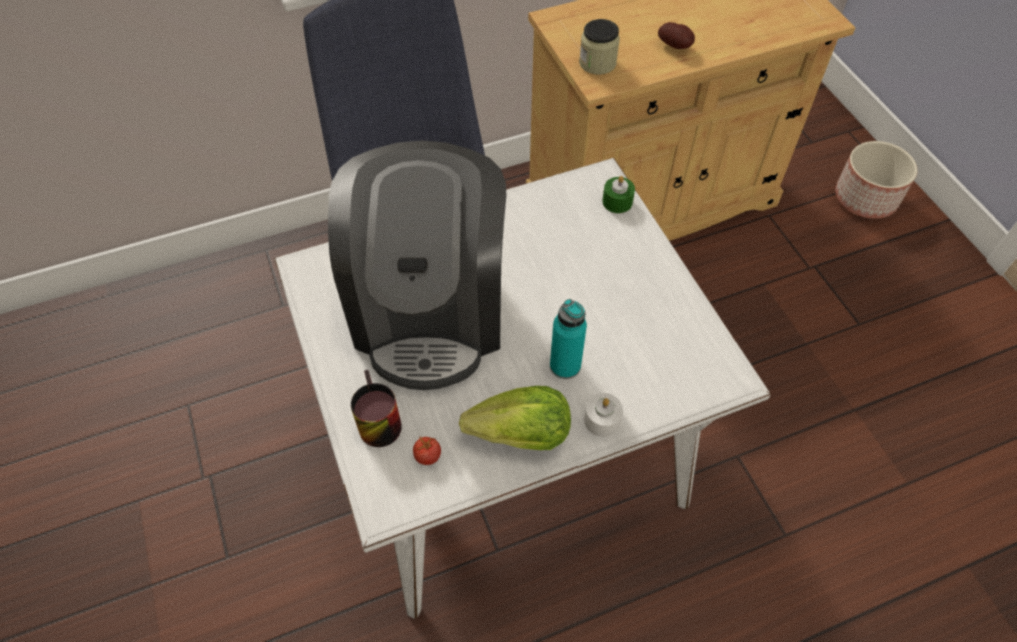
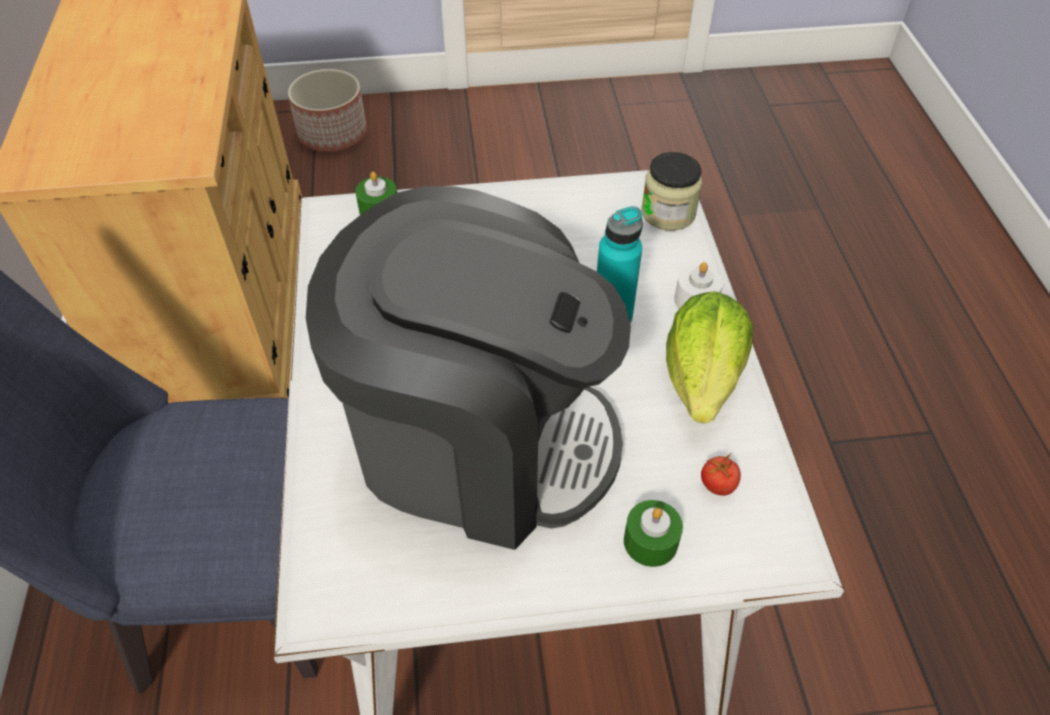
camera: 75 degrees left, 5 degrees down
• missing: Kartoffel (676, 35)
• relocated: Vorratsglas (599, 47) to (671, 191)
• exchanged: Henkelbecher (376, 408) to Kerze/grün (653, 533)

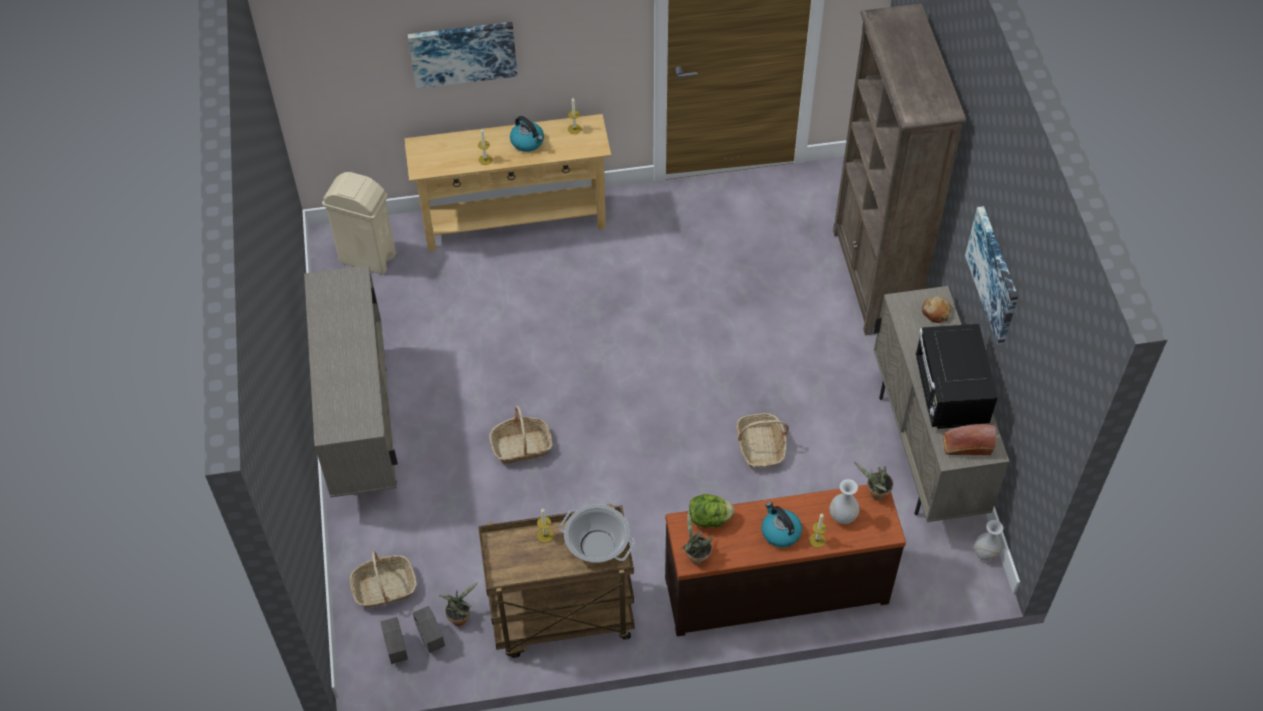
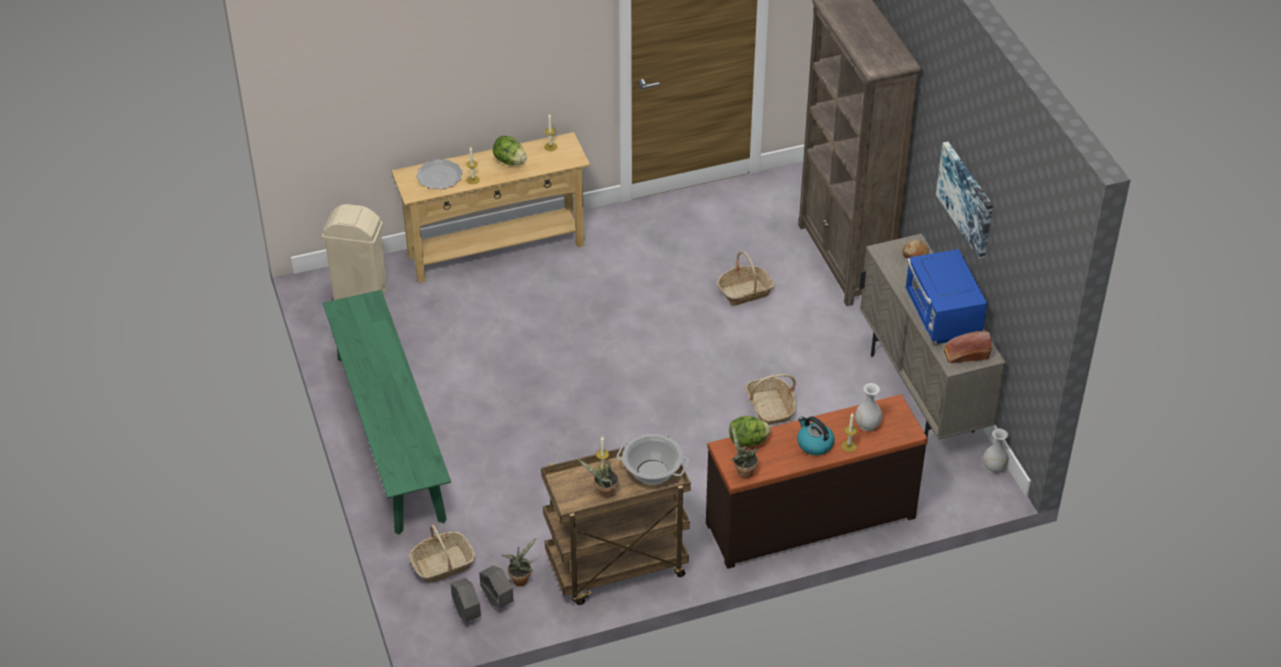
camera: 10 degrees left, 10 degrees down
• missing: Bild (462, 55)
• appeared: Teller (439, 174)
• relocated: Korb (521, 434) to (746, 278)
• relocated: Topfpflanze (873, 481) to (598, 478)
• exchanged: Schrank/beige (351, 381) to Bank/grün (387, 412)
• exchanged: Wasserkessel (527, 134) to Salatkopf (510, 151)
• colour: Mikrowelle/schwarz (956, 376) to Mikrowelle/blau (946, 296)

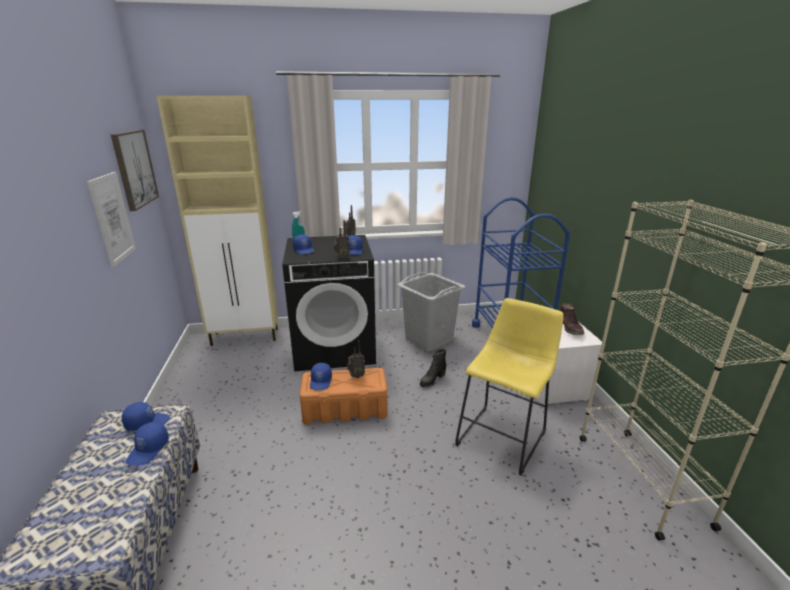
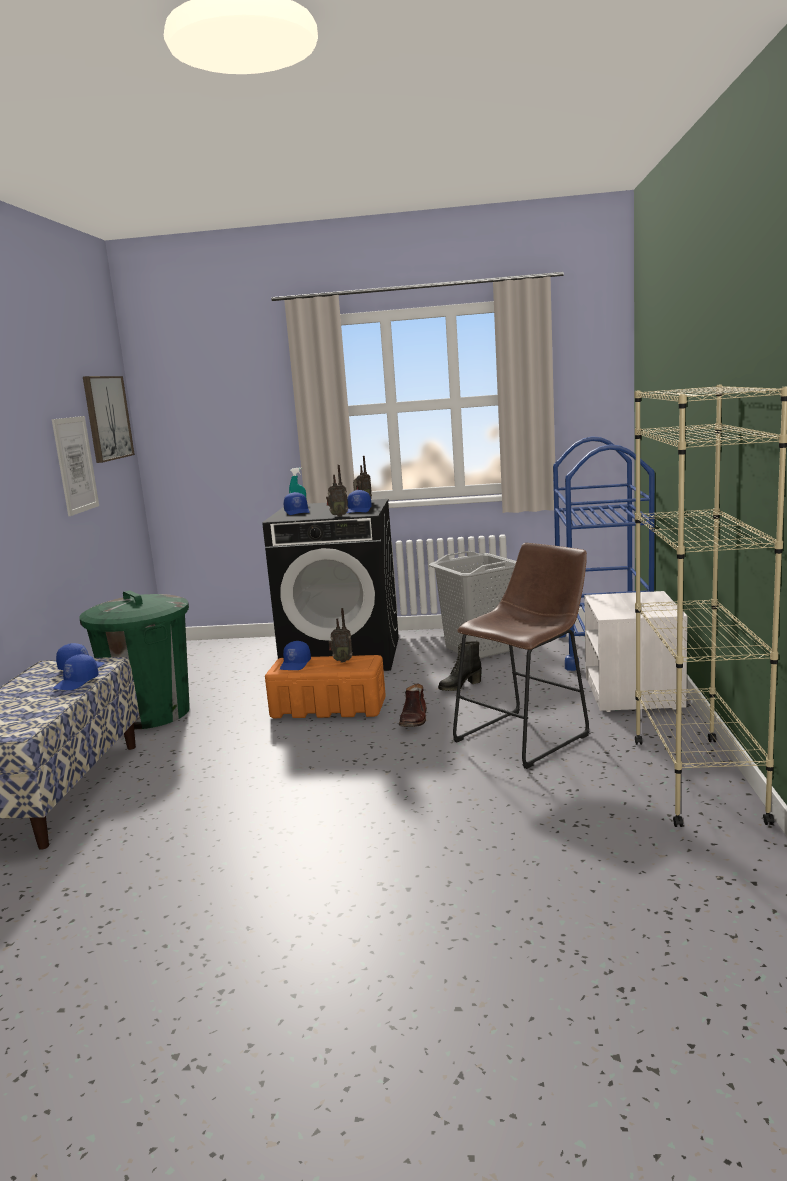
camera: 15 degrees right, 10 degrees down
• missing: Schrank/beige (217, 220)
• appeared: Mülleimer/grün (134, 660)
• relocated: Stiefel/braun (572, 319) to (413, 705)
• colour: Hocker/gelb (509, 387) to Hocker/braun (521, 656)

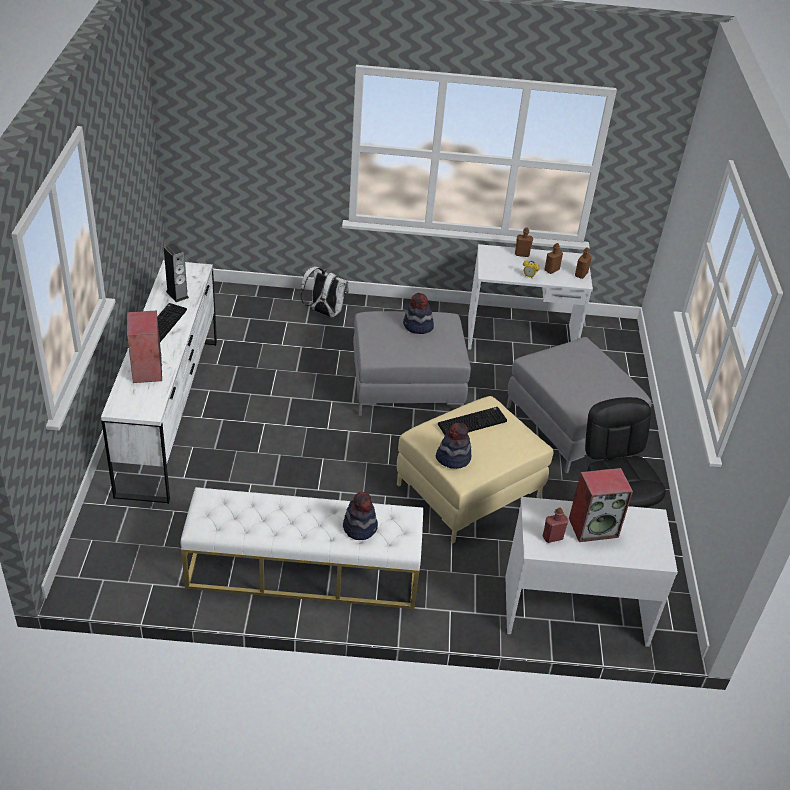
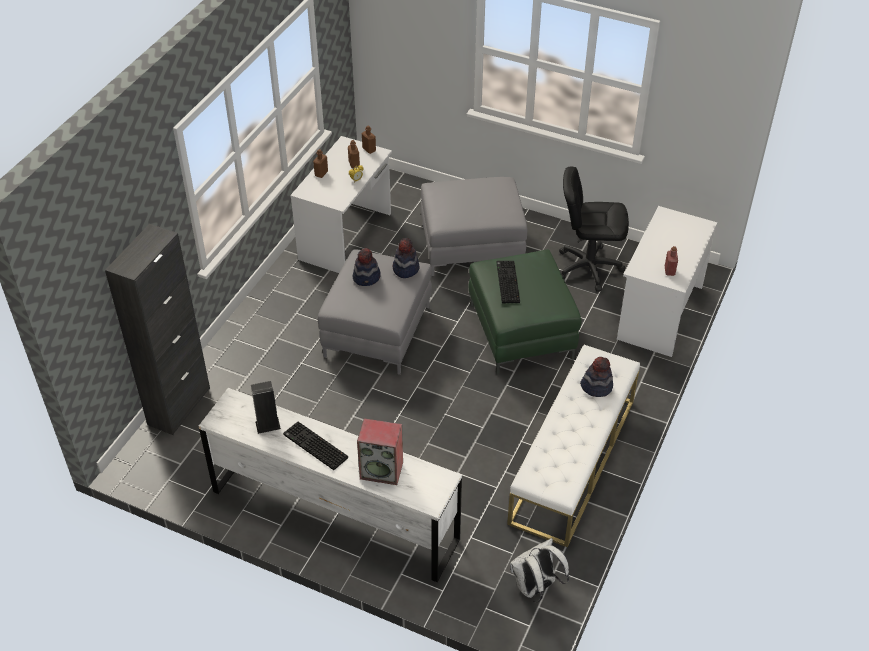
camera: 65 degrees left, 5 degrees up
• missing: Lautsprecher (601, 505)
• appeared: Schrank/schwarz (157, 329)
• relocated: Rucksack/weiß (324, 292) to (539, 570)
• relocated: Hut (453, 446) to (406, 258)
• colour: Polsterhocker/beige (475, 469) to Polsterhocker/grün (525, 311)

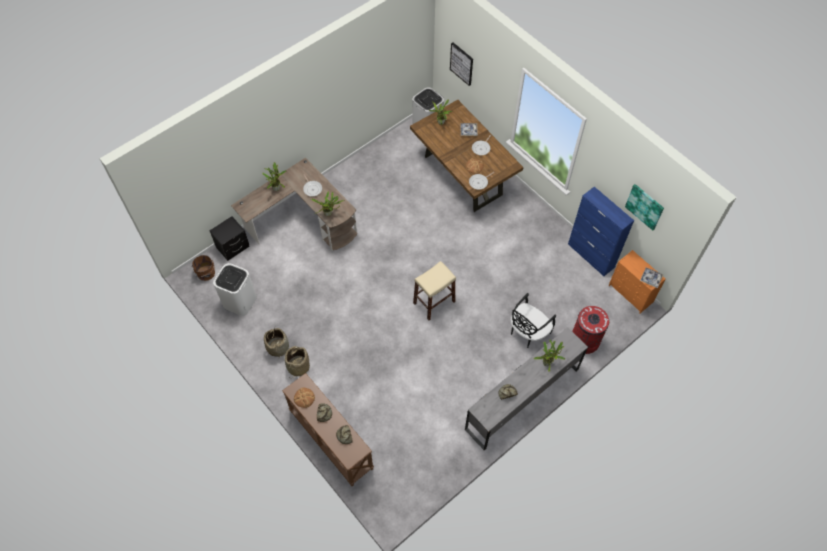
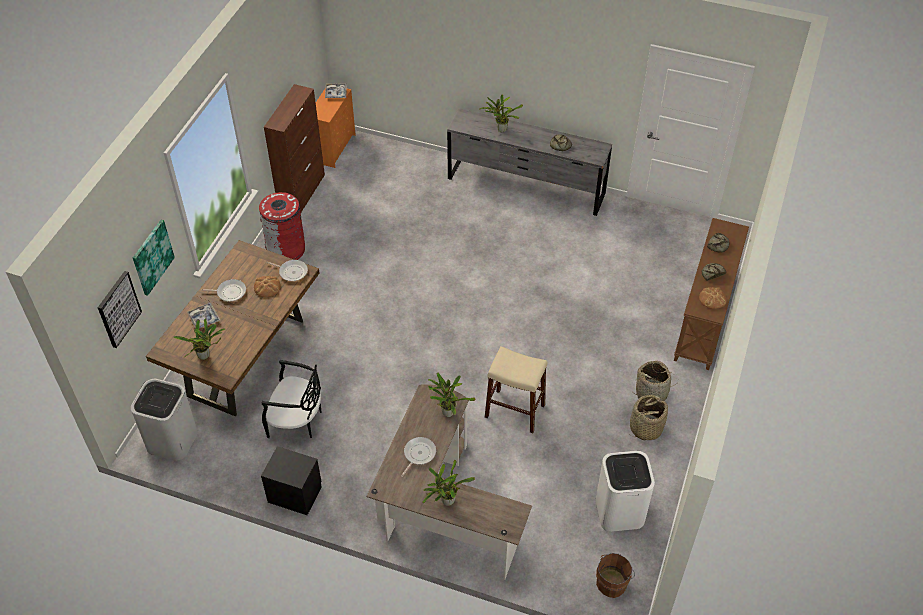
camera: 120 degrees left, 10 degrees down
• relocated: Nachttisch/schwarz (229, 238) to (291, 480)
• relocated: Hocker/beige (434, 290) to (516, 389)
• relocated: Stuhl/schwarz (534, 320) to (291, 399)
• relocated: Mülleimer/rot (590, 330) to (282, 226)
• relocated: Bild (644, 207) to (154, 258)
• colour: Schrank/blau (601, 231) to Schrank/braun (294, 148)

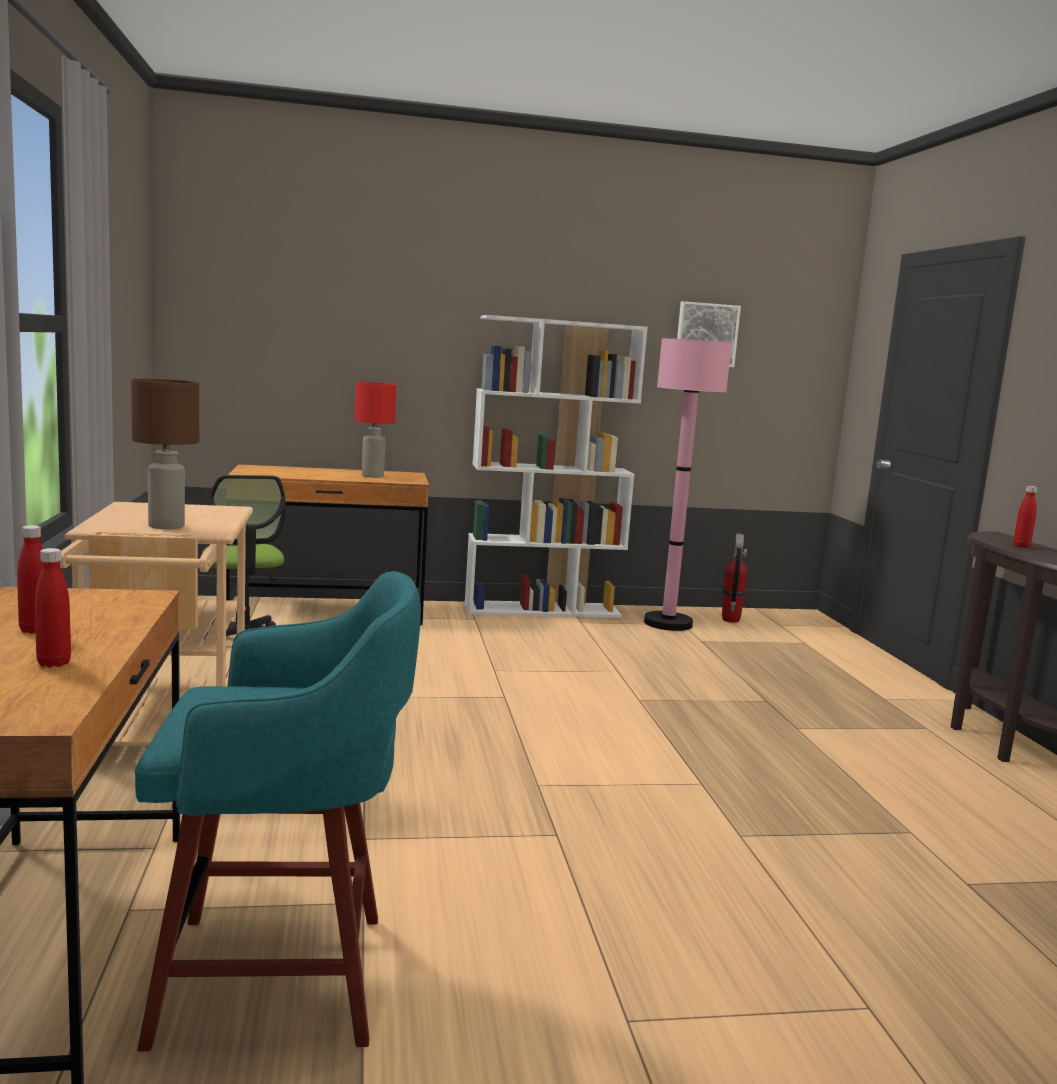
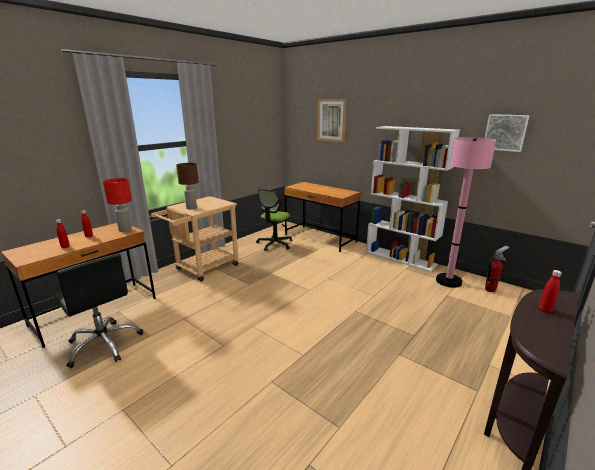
camera: 50 degrees right, 10 degrees up
• appeared: Bild (332, 120)
• relocated: Tischlampe/rot (375, 430) to (117, 205)
• exchanged: Hocker/türkis (278, 811) to Bürostuhl/schwarz (98, 310)

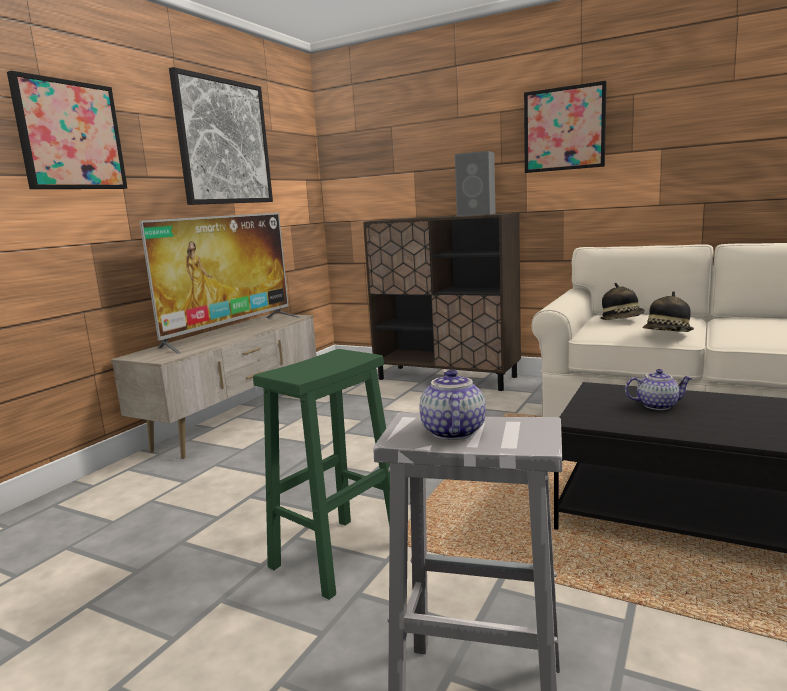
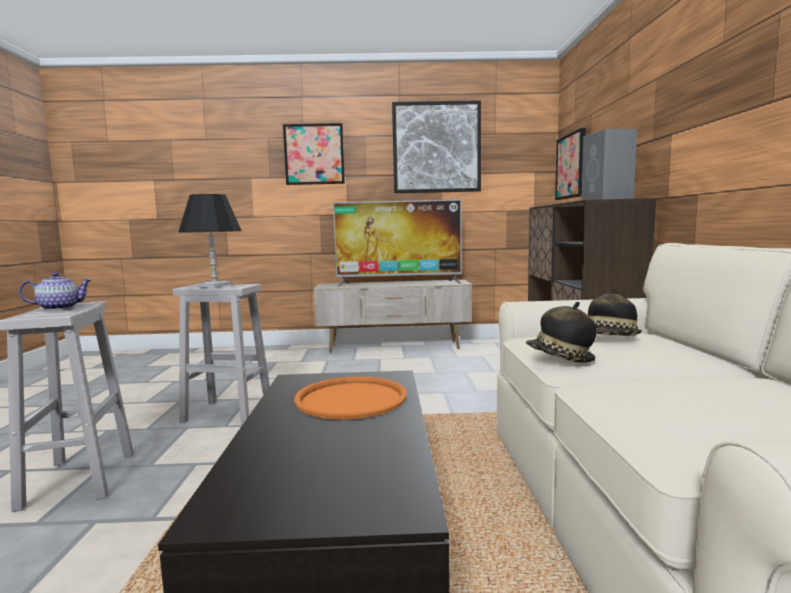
camera: 60 degrees right, 5 degrees down
• appeared: Tischlampe/schwarz (210, 241)
• relocated: Bild (565, 127) to (570, 164)
• exchanged: Teekanne (658, 389) to Tablett/orange (350, 398)
• colour: Hocker/grün (321, 474) to Hocker/weiß (221, 355)

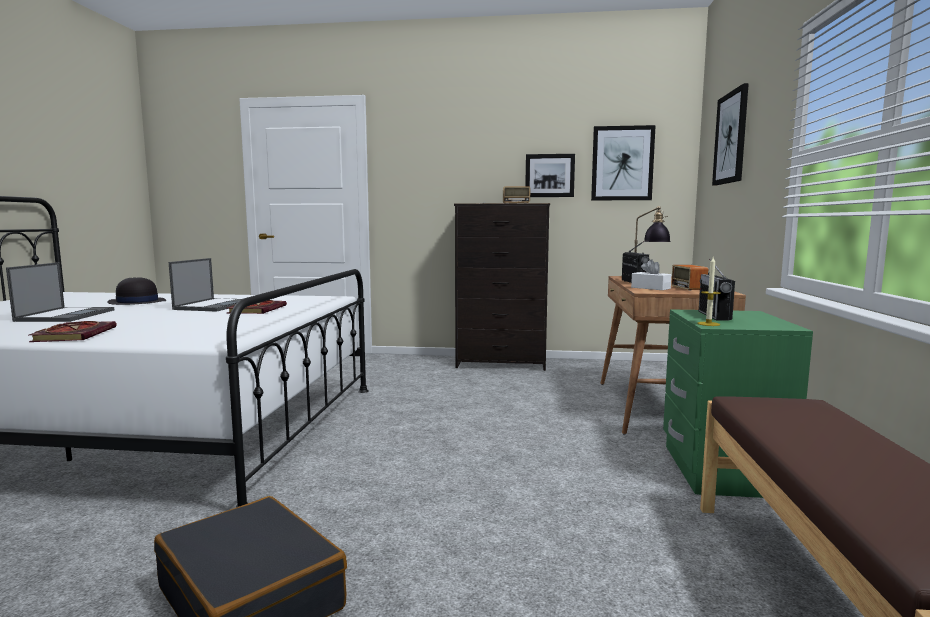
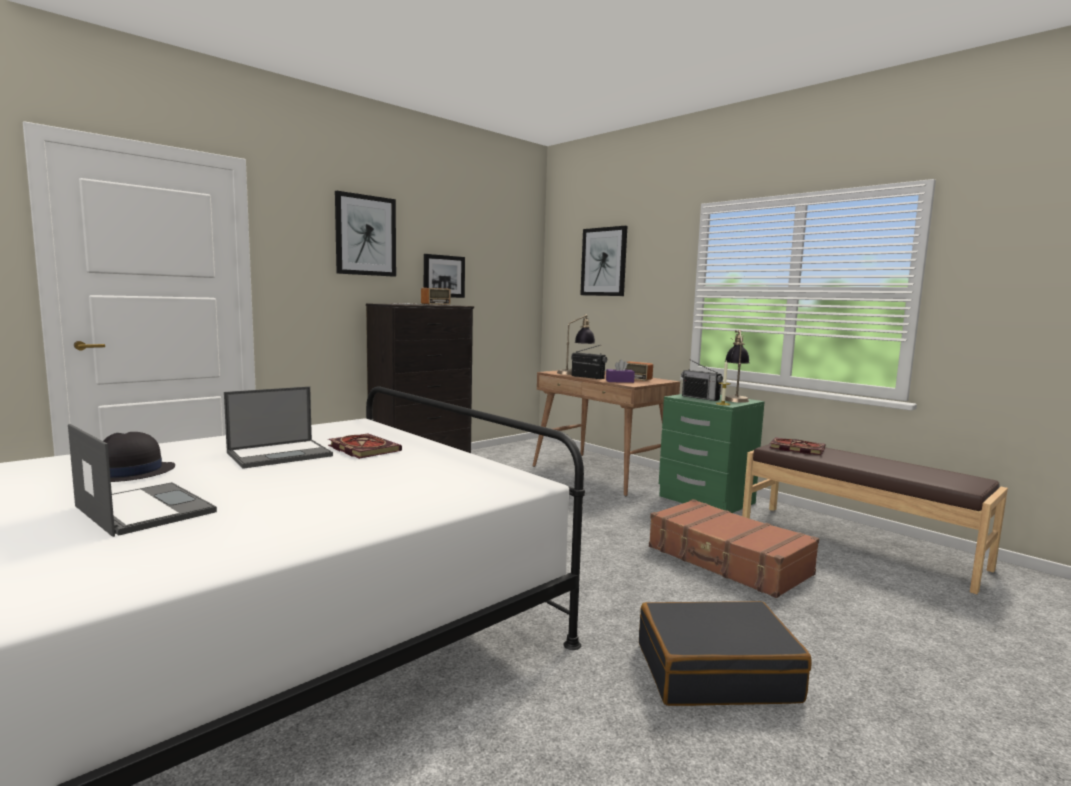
camera: 50 degrees left, 0 degrees up
• appeared: Koffer/braun (734, 548)
• appeared: Tischlampe (737, 366)
• relocated: Buch (73, 331) to (797, 446)
• relocated: Bild (623, 162) to (365, 234)
• colour: Taschentuchbox/weiß (651, 274) to Taschentuchbox/lila (620, 371)
• spun: Laptop (205, 285) = (278, 427) 90 degrees clockwise

